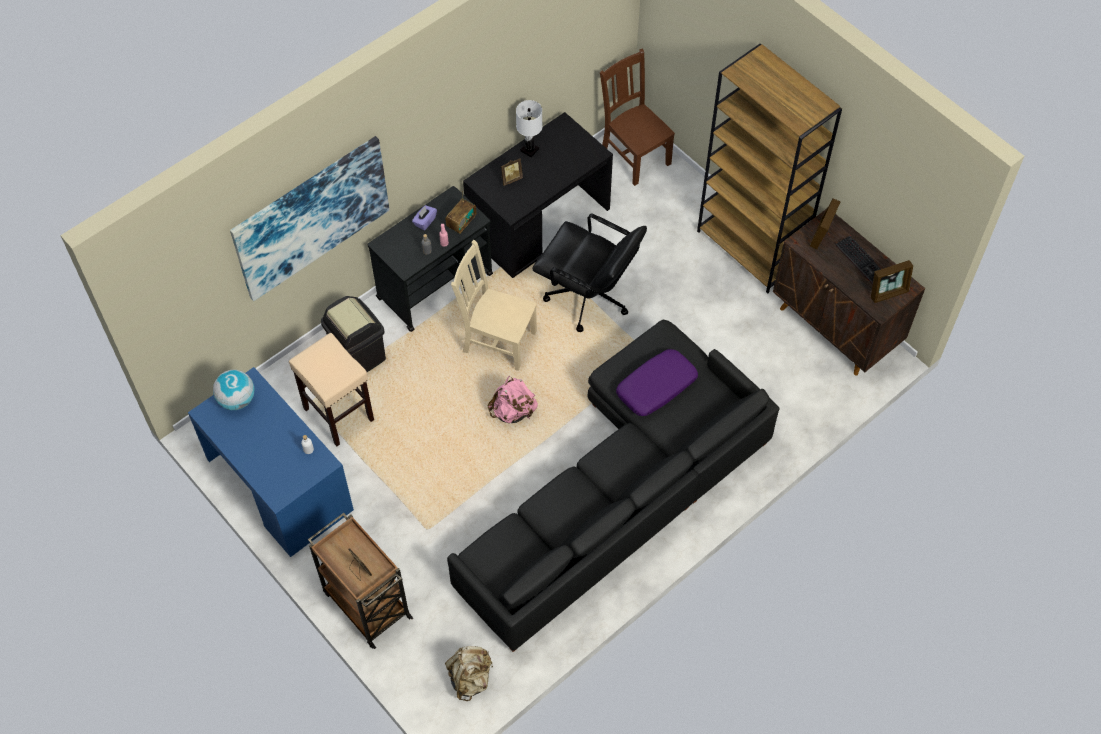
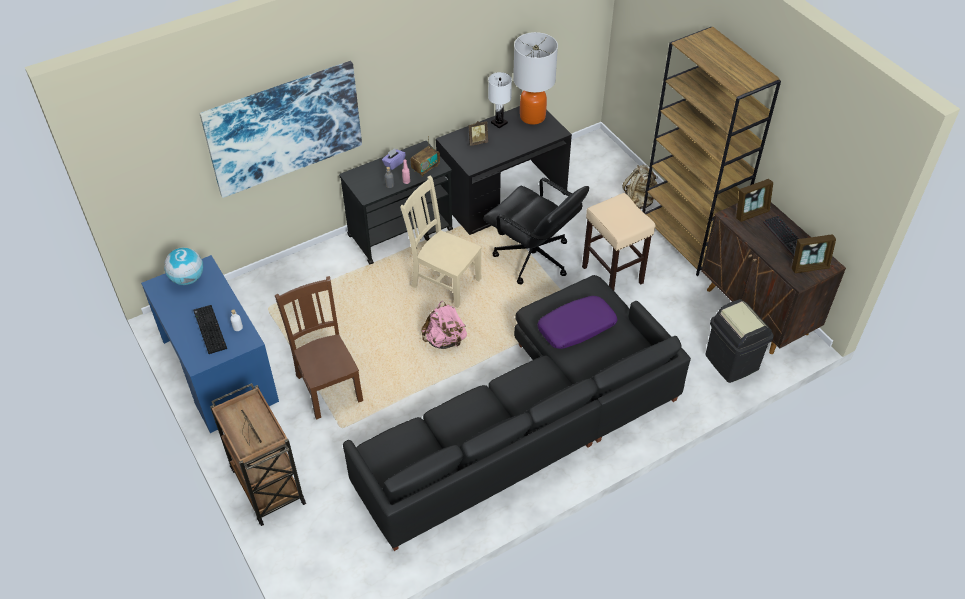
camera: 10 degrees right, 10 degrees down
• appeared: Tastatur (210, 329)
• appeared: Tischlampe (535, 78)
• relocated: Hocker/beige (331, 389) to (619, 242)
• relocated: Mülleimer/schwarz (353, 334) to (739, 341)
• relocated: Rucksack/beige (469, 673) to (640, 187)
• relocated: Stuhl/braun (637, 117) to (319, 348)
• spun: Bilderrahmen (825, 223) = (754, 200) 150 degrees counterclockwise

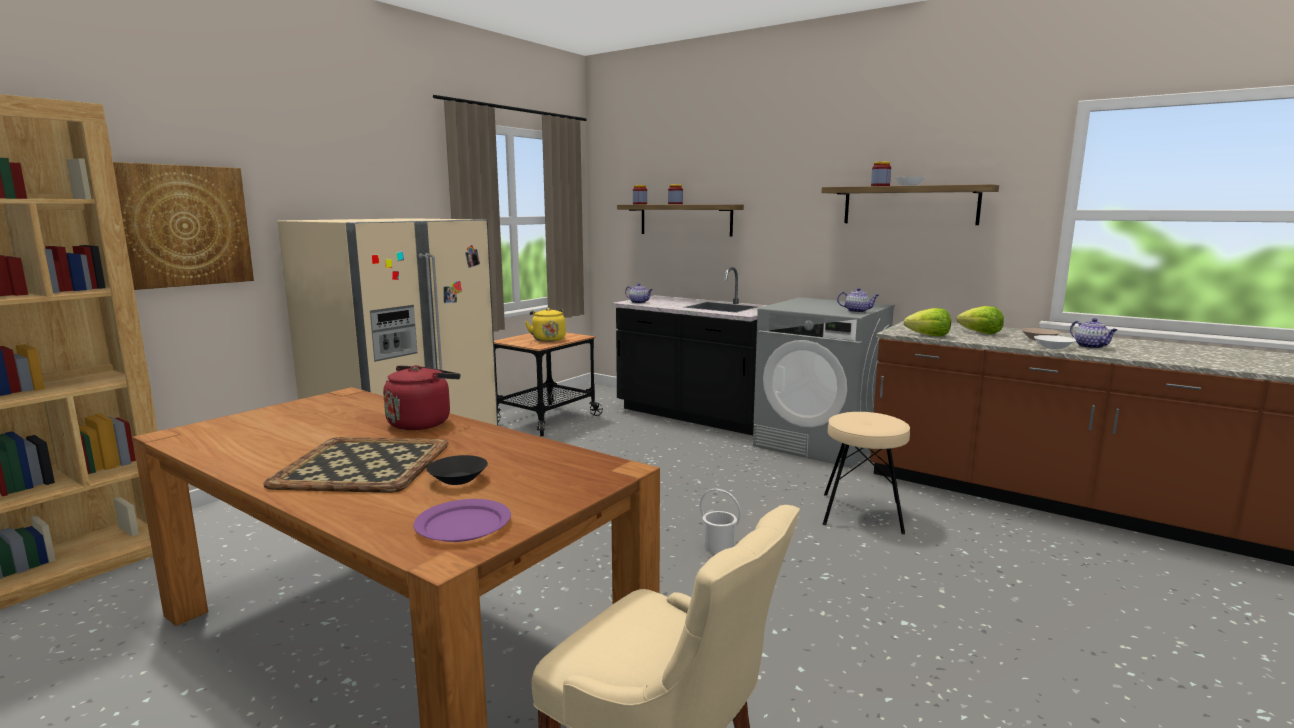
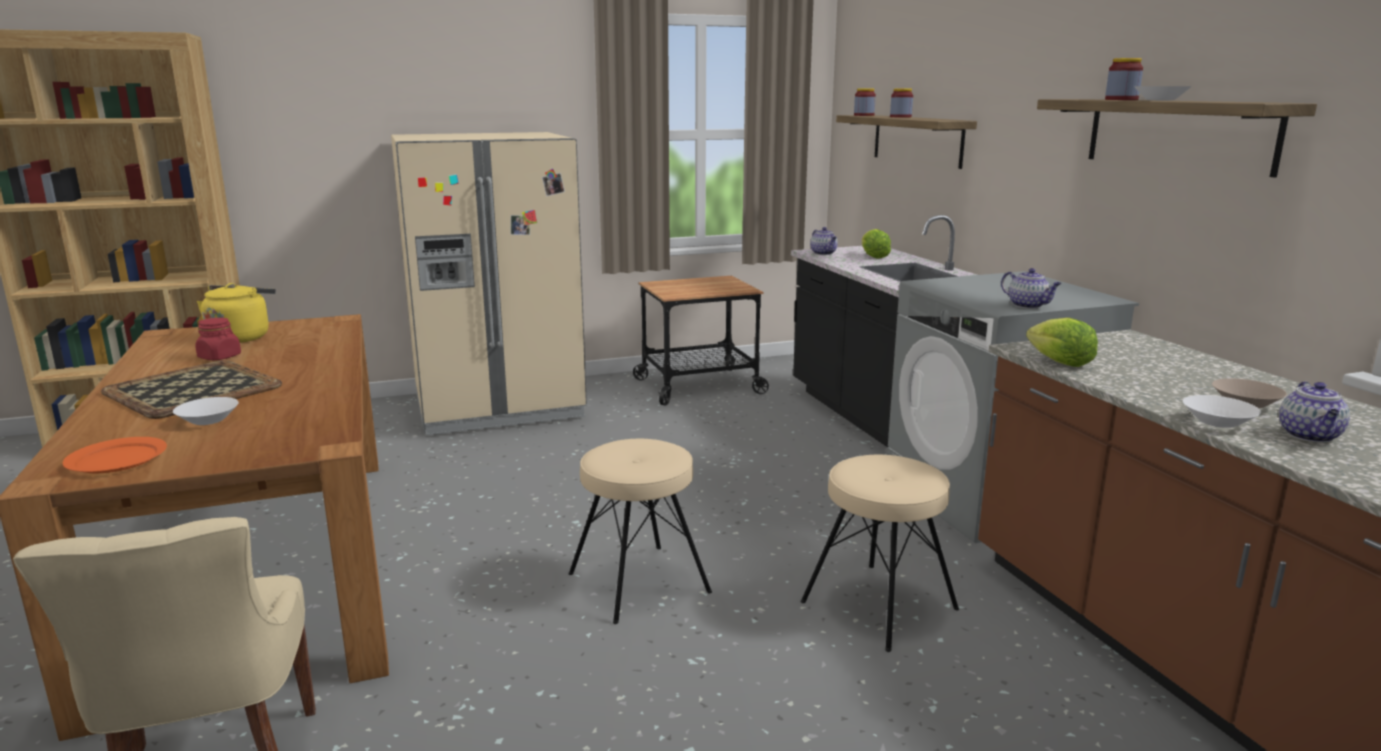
camera: 35 degrees right, 5 degrees up
• missing: Bild (183, 226)
• missing: Wasserkessel/rot (422, 397)
• appeared: Vorratsglas/rot (218, 339)
• relocated: Wasserkessel/gelb (545, 325) to (236, 313)
• relocated: Salatkopf (980, 320) to (876, 244)
• exchanged: Eimer/weiß (720, 521) to Hocker/beige (640, 531)
• colour: Teller/lila (462, 520) to Teller/orange (114, 455)
• colour: Schüssel/schwarz (457, 470) to Schüssel/weiß (206, 411)

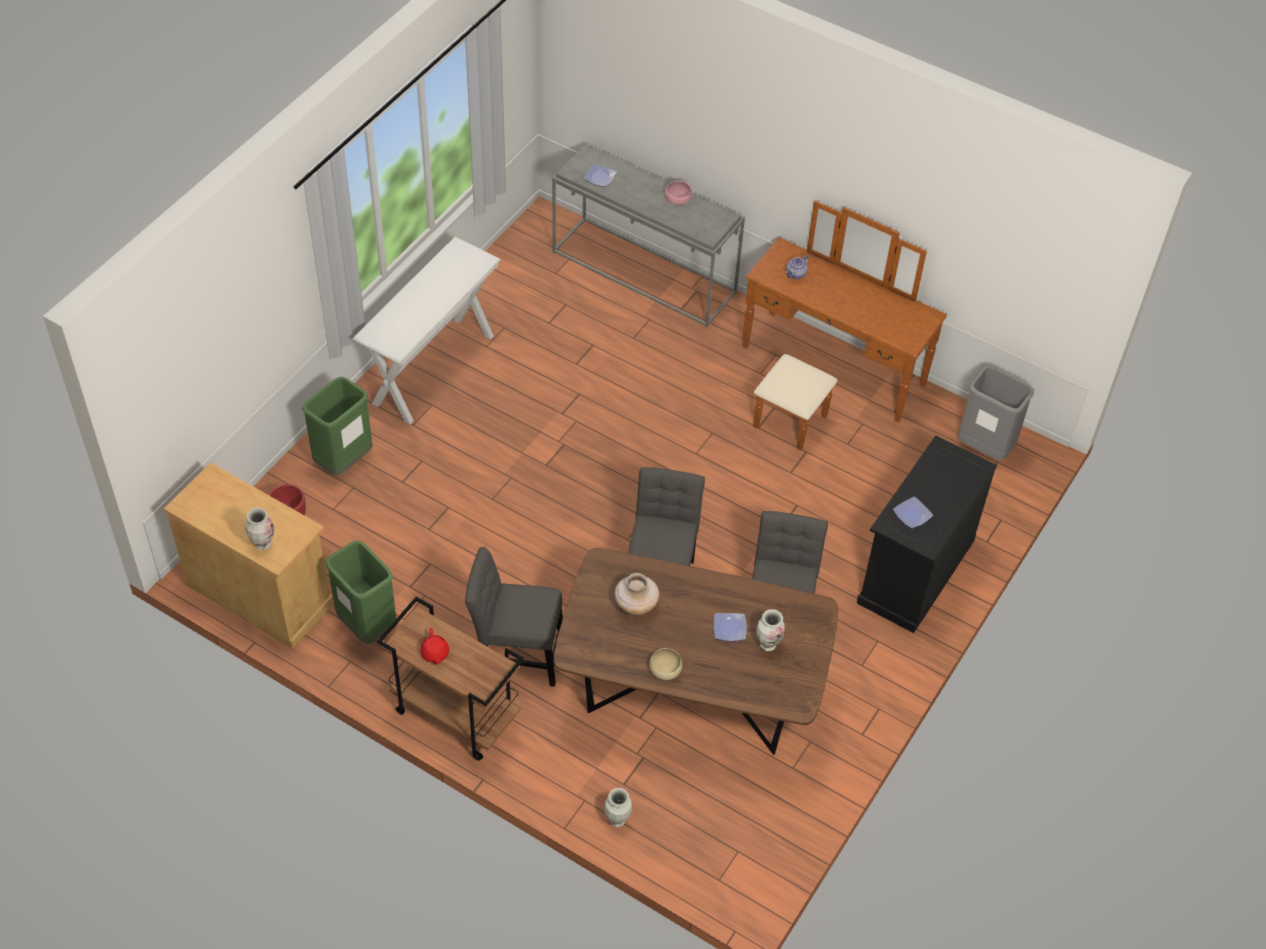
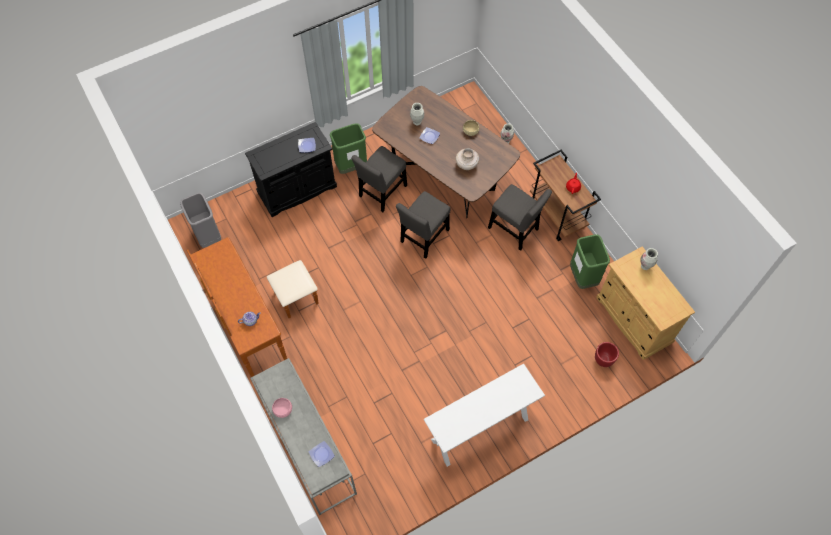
camera: 150 degrees left, 10 degrees up
• relocated: Mülleimer/grün (337, 426) to (348, 148)

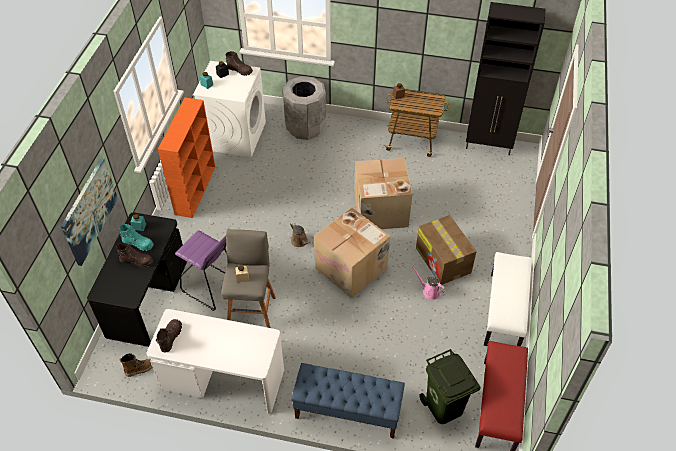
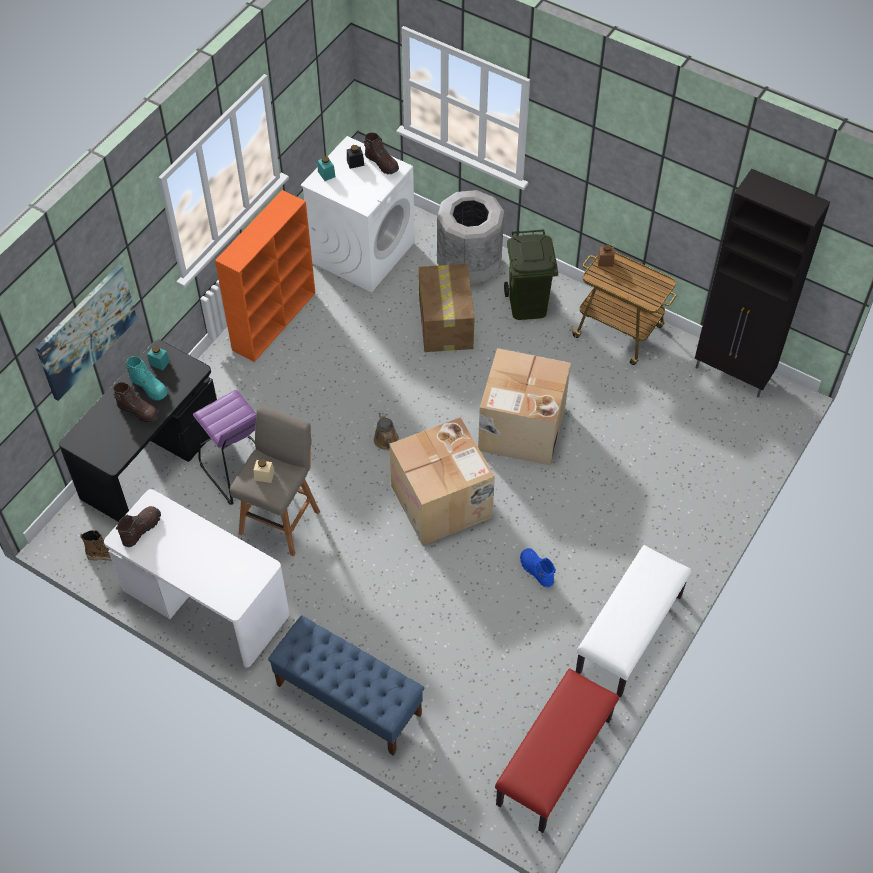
camera: 20 degrees right, 5 degrees up
• relocated: Karton (446, 250) to (447, 308)
• relocated: Mülleimer/grün (450, 386) to (531, 274)
• exchanged: Gießkanne/rosa (429, 283) to Stiefel/blau (538, 567)

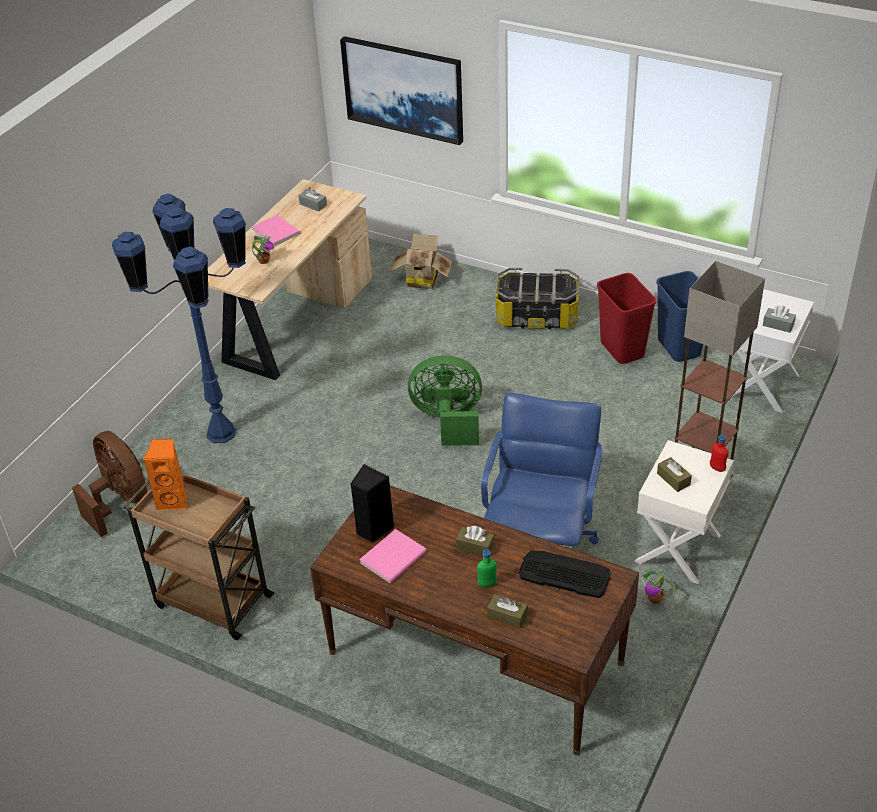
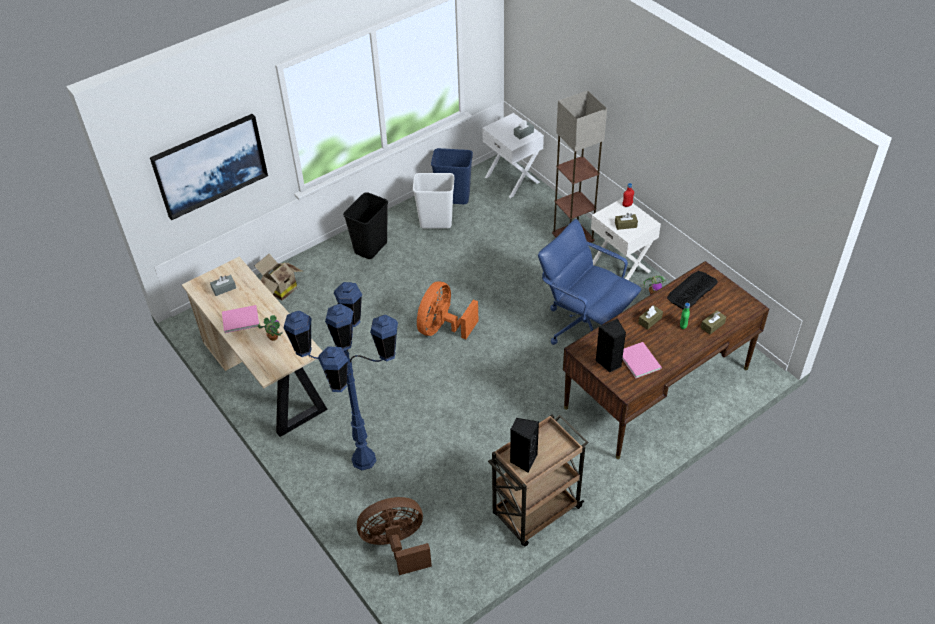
camera: 65 degrees left, 5 degrees up
• exchanged: Aufbewahrungsbox (537, 298) to Mülleimer/schwarz (365, 225)
• colour: Lautsprecher/orange (165, 474) to Lautsprecher/schwarz (524, 445)
• colour: Ventilator/grün (445, 400) to Ventilator/orange (448, 310)
• colour: Mülleimer/rot (627, 318) to Mülleimer/weiß (433, 201)

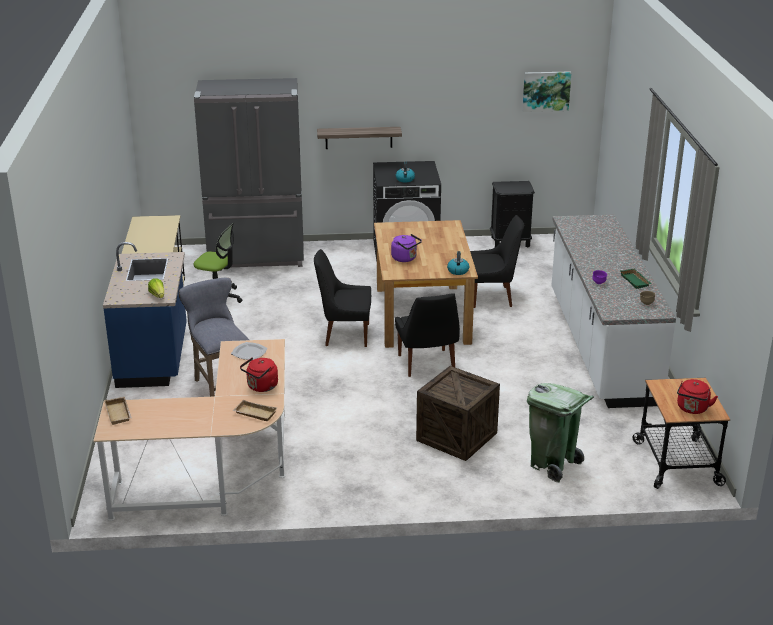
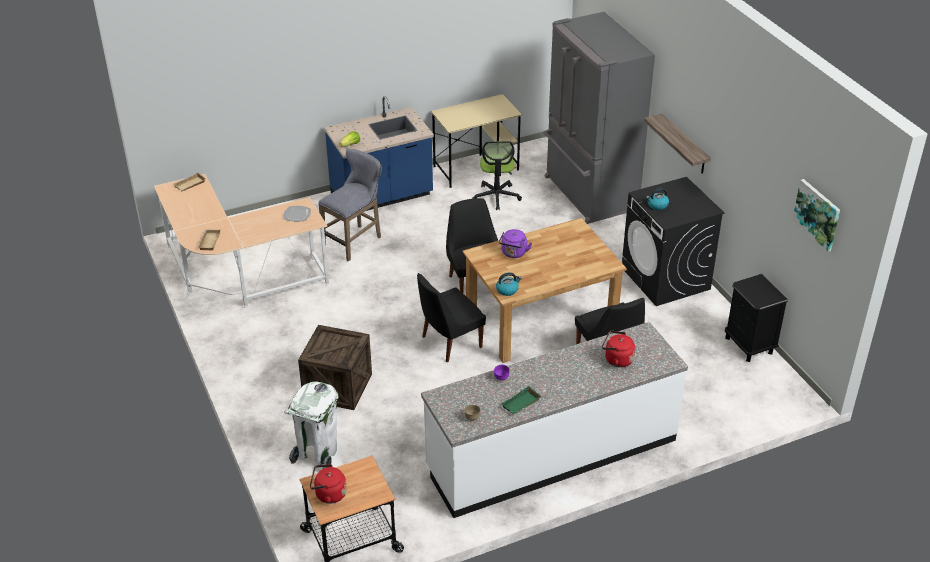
camera: 70 degrees right, 10 degrees up
• relocated: Wasserkessel/rot (259, 374) to (618, 349)
• colour: Mülleimer/grün (560, 433) to Mülleimer/weiß (311, 425)

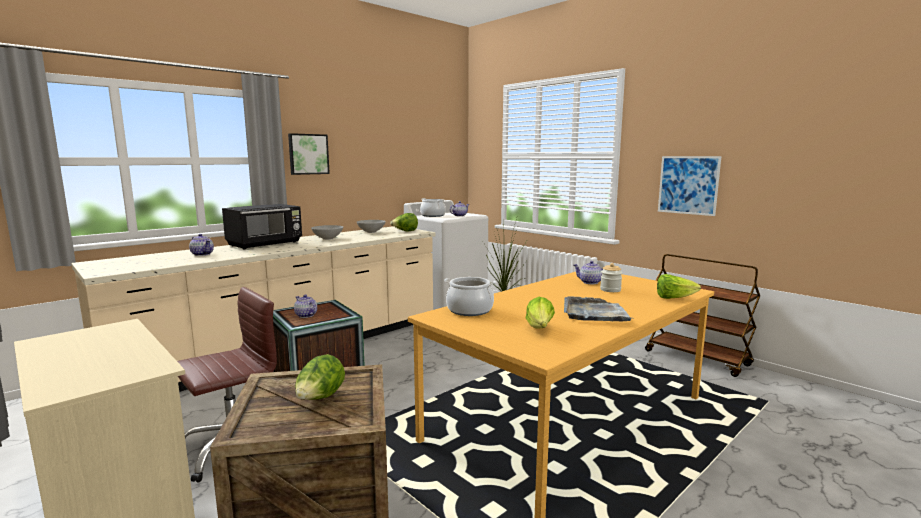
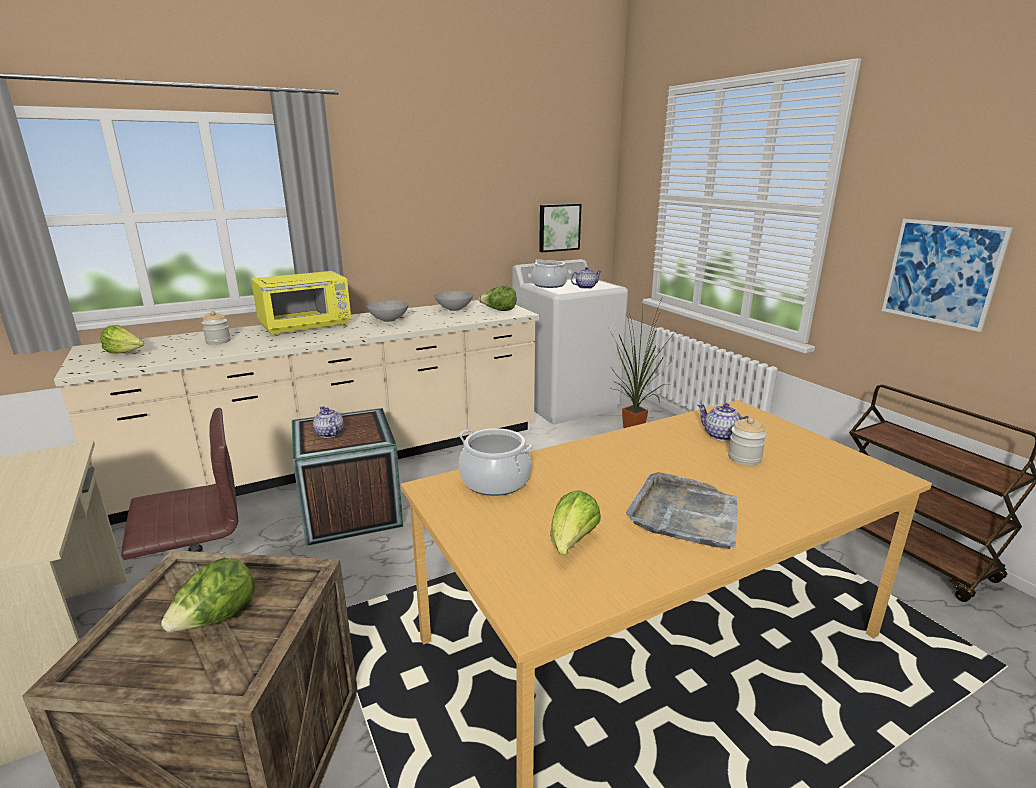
camera: 15 degrees right, 10 degrees up
• relocated: Bild (309, 154) to (560, 228)
• relocated: Salatkopf (679, 286) to (122, 339)
• exchanged: Teekanne (201, 245) to Vorratsglas (216, 328)
• colour: Mikrowelle/schwarz (262, 226) to Mikrowelle/gelb (301, 303)

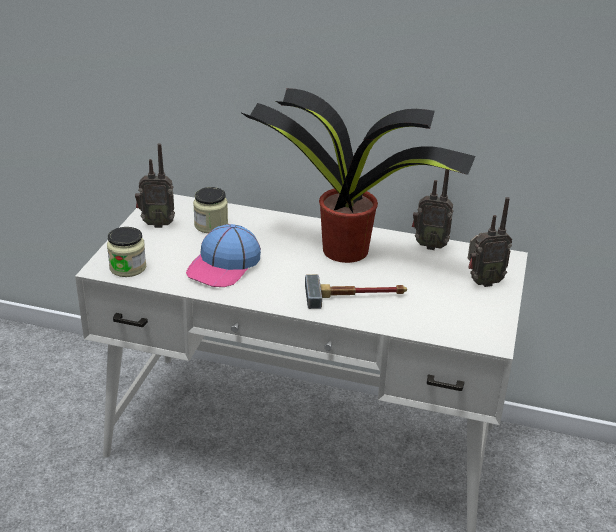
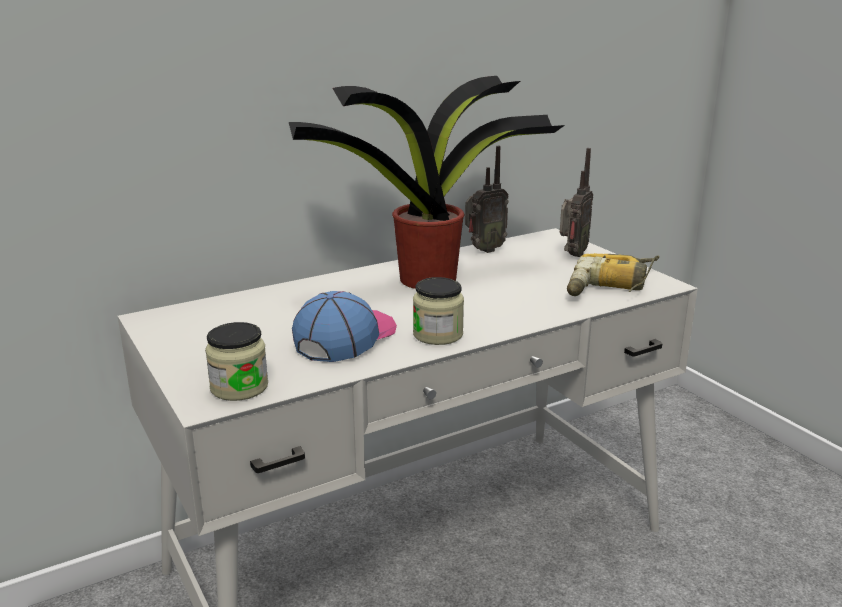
camera: 45 degrees left, 10 degrees down
• missing: Radio (155, 185)
• missing: Hammer (356, 291)
• appeared: Bohrmaschine (613, 274)
• relocated: Vorratsglas (210, 210) to (438, 311)
• spun: Kappe (223, 255) = (344, 326) 135 degrees counterclockwise

